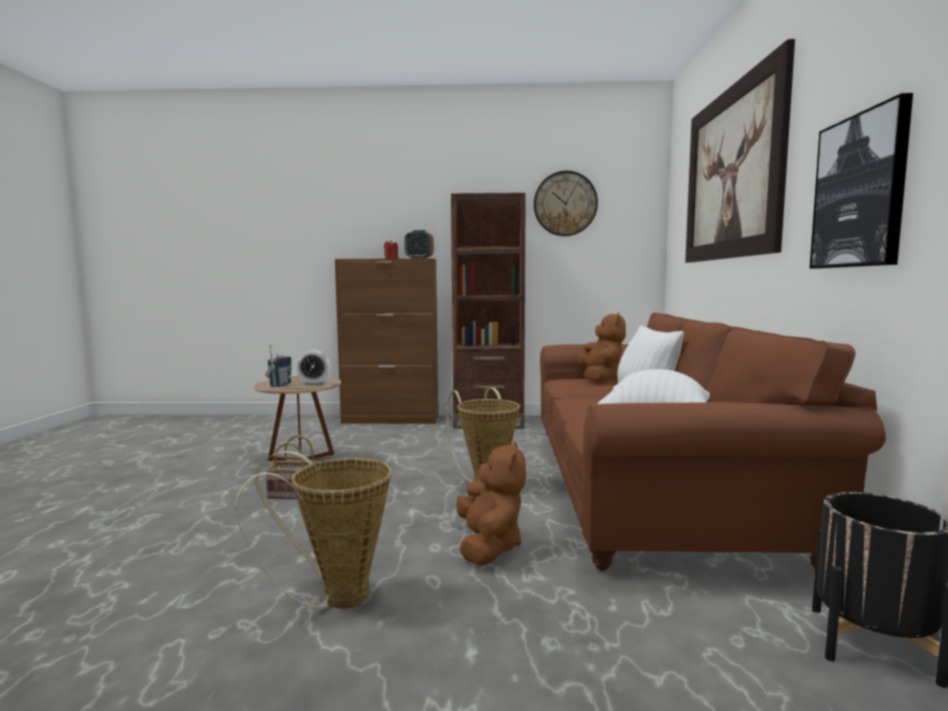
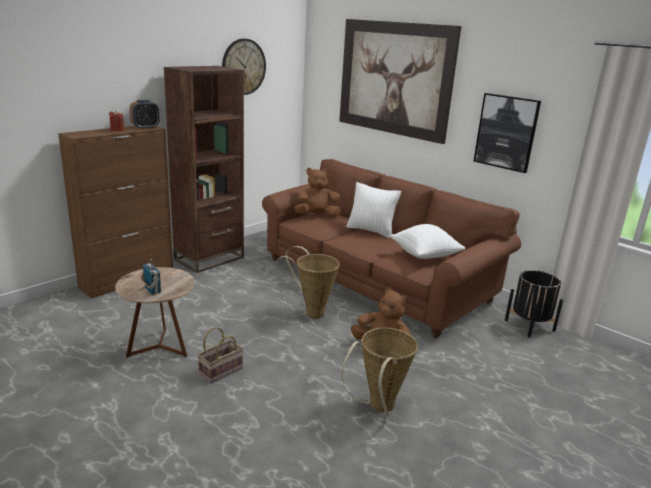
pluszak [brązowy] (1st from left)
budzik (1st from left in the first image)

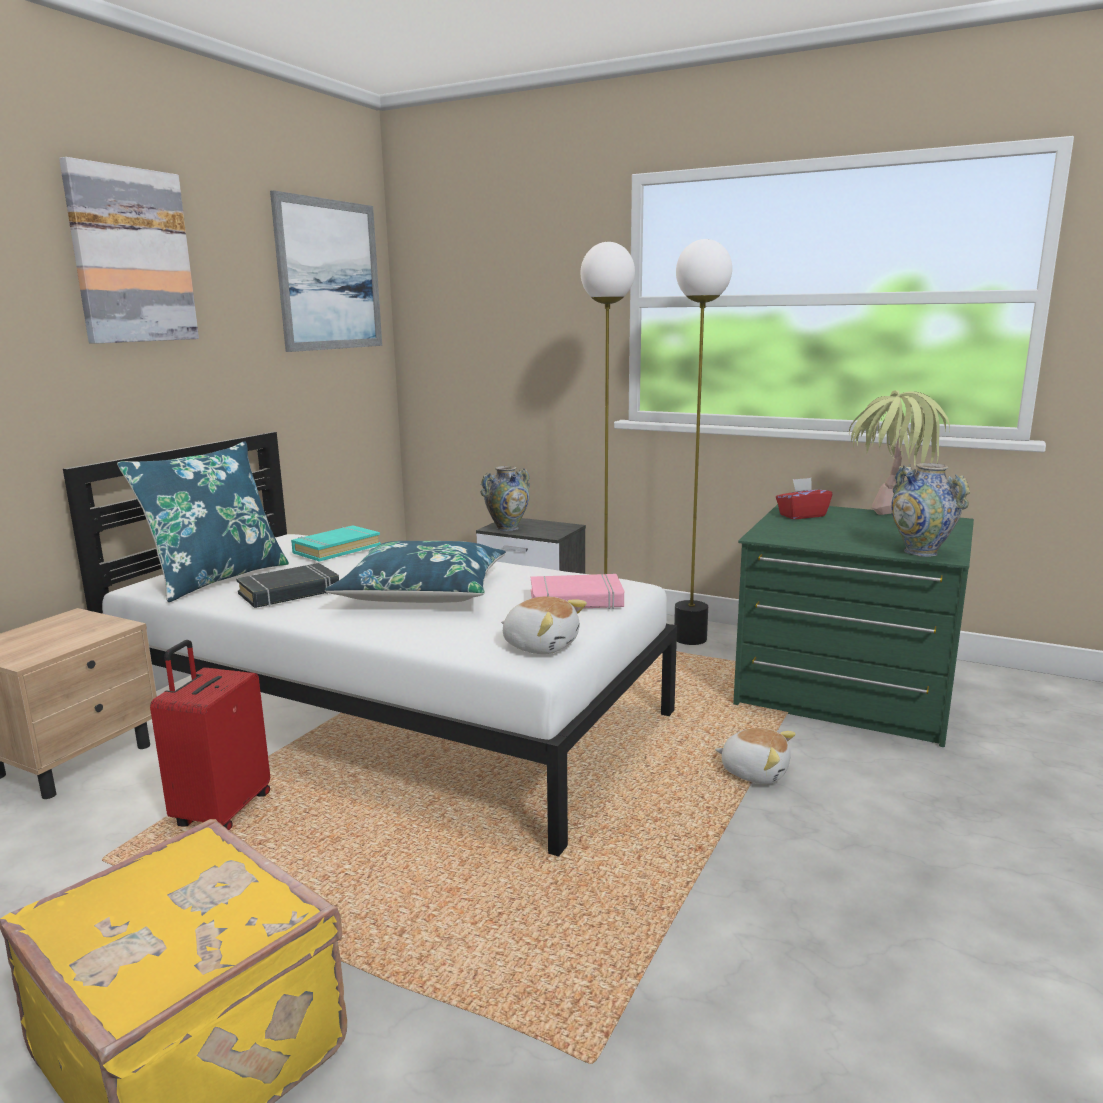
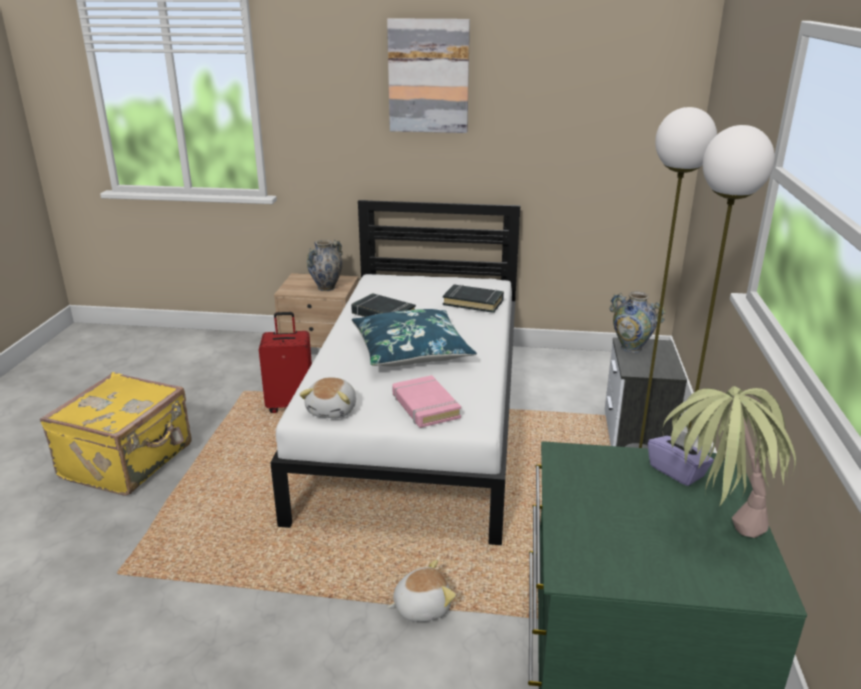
obraz (2nd from left in the first image)
poduszka [niebieski] (1st from left in the first image)
wazon (1st from left)
pudełko chusteczek [fioletowy]
książka [czarny] (2nd from left)
pluszak (2nd from left)

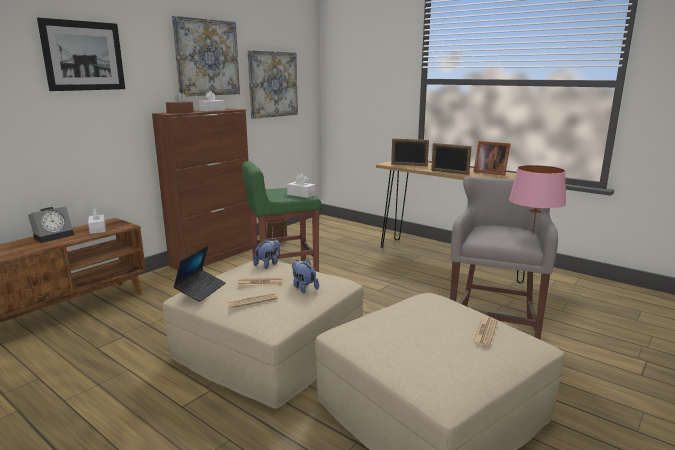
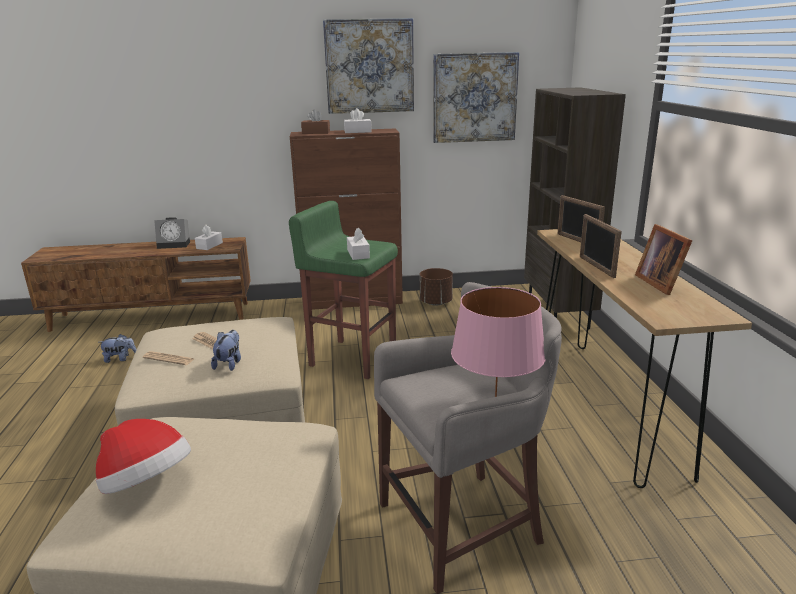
obraz (1st from left in the first image)
pluszak (1st from left)
laptop
gazeta (3rd from left in the first image)
regał [brązowy]
kapelusz

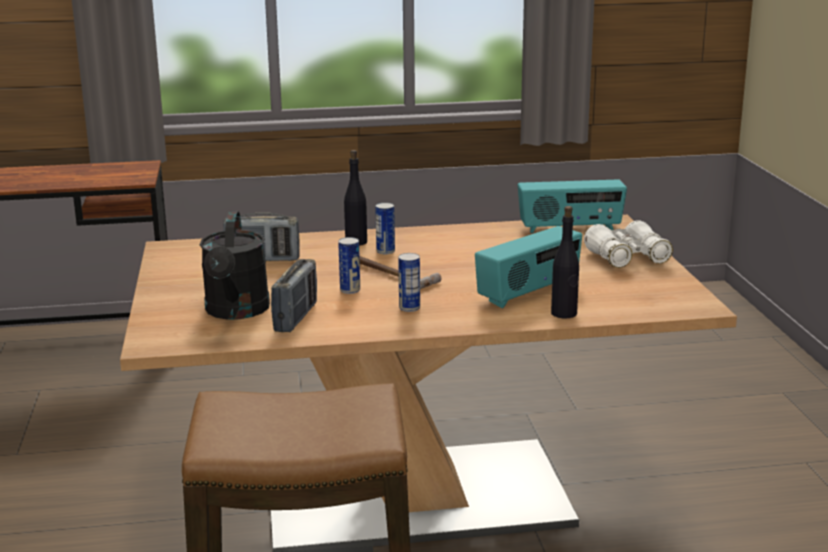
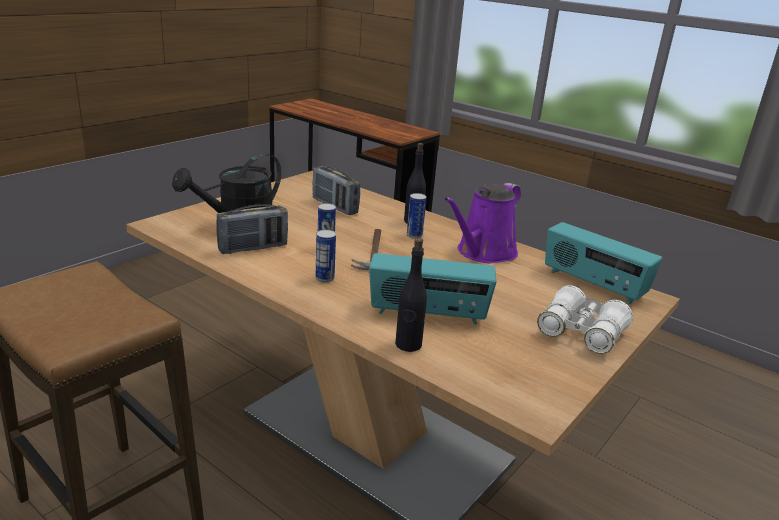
konewka [fioletowy]

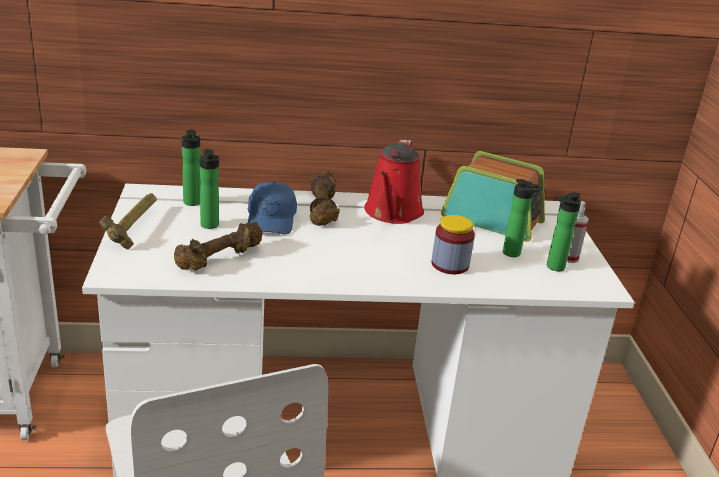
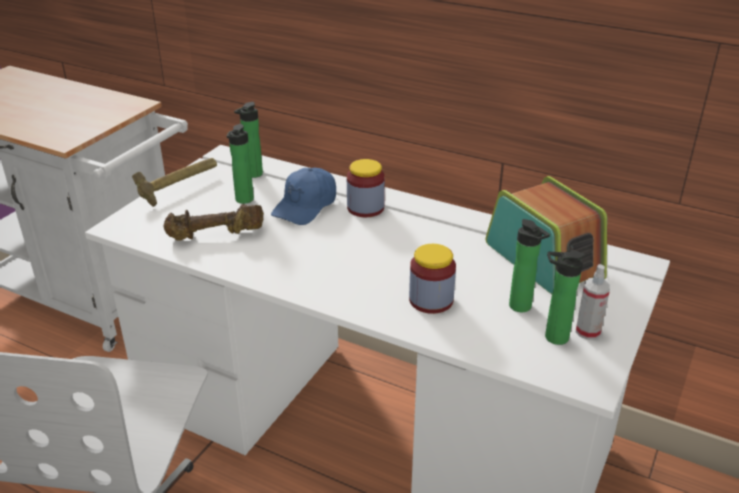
konewka [czerwony]
słoik (1st from left)

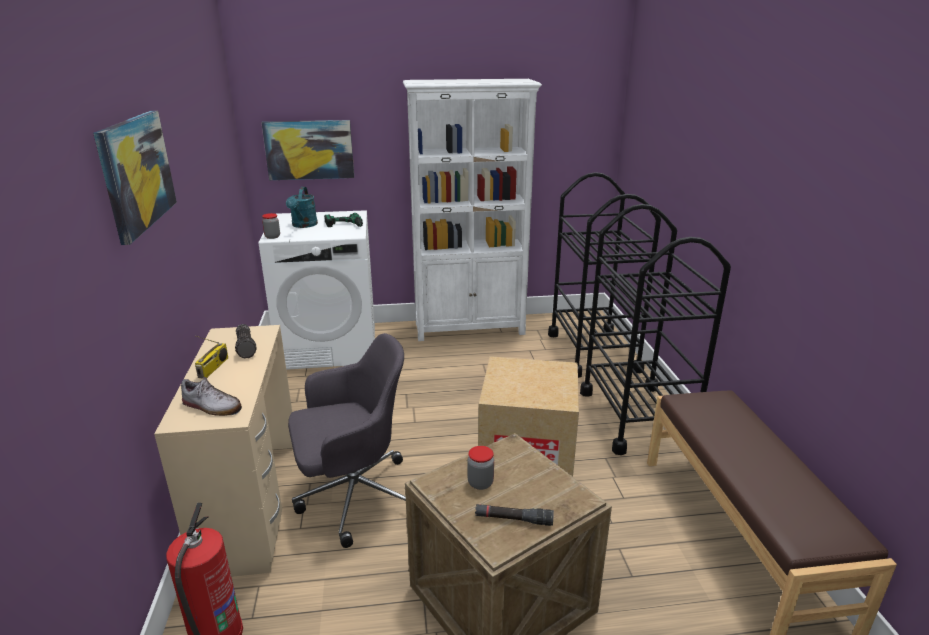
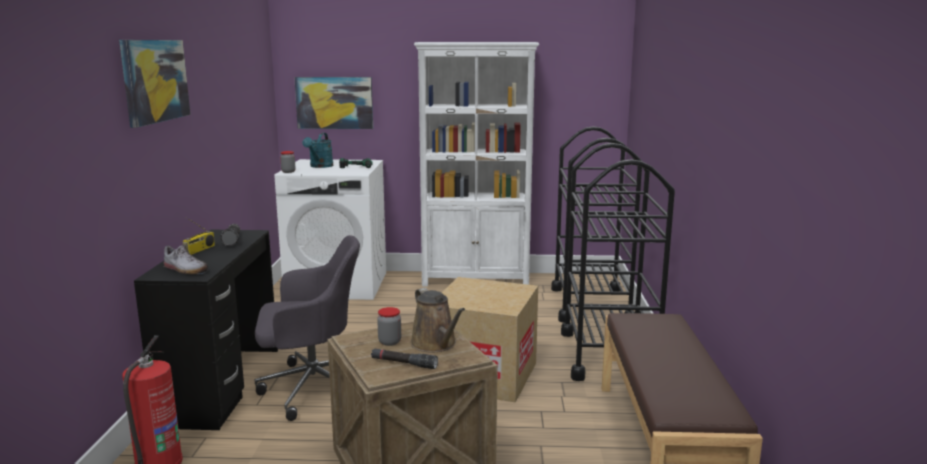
biurko [czarny]
konewka [brązowy]

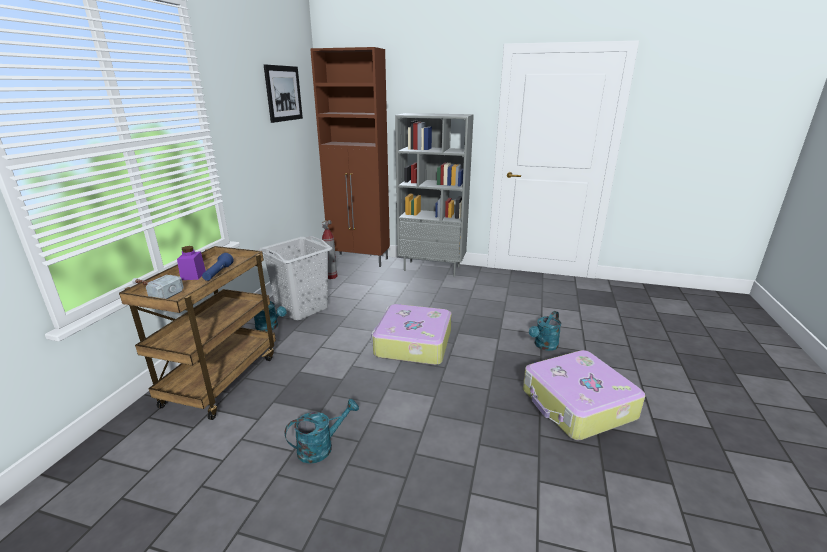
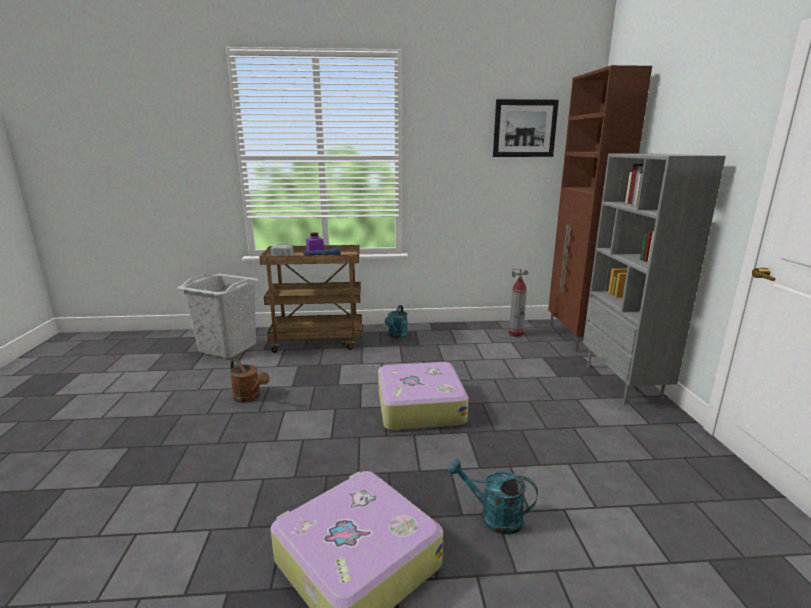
kosz na pranie [szary]
konewka [brązowy]

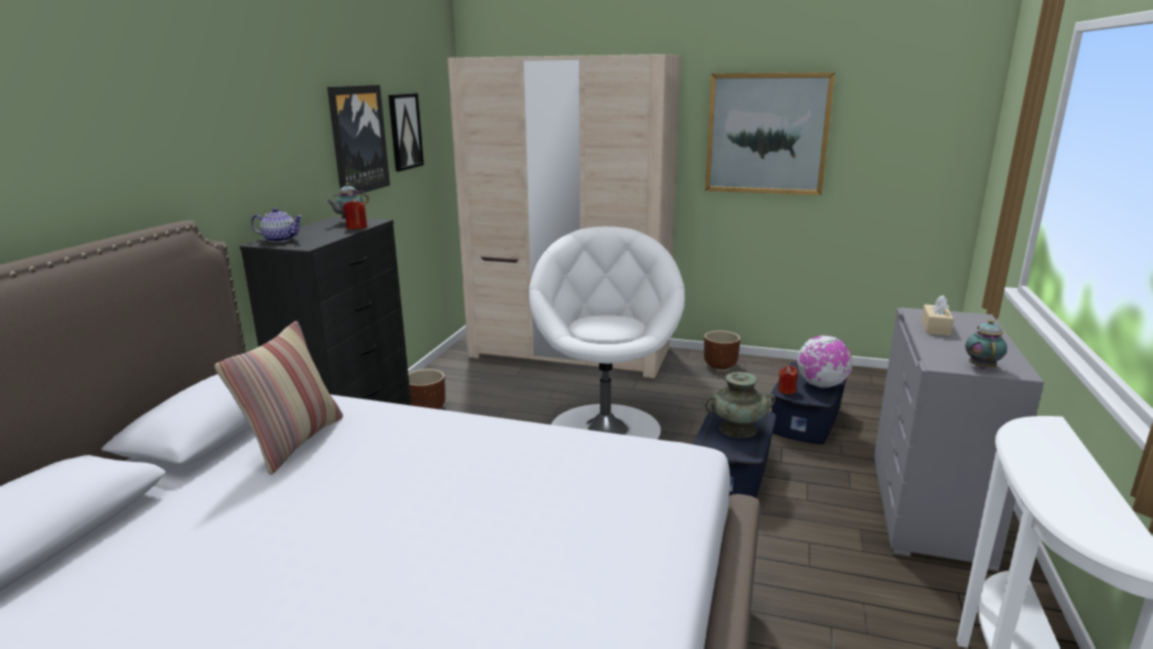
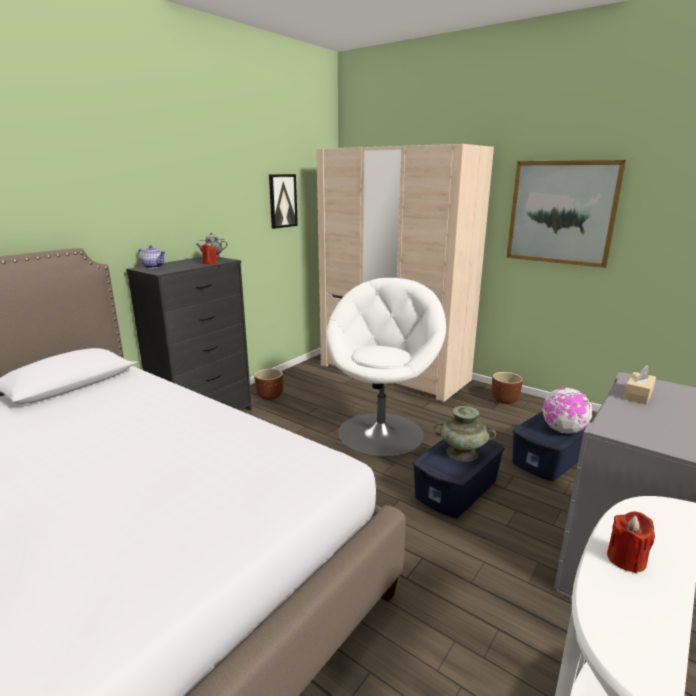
obraz (1st from left in the first image)
imbryk (3rd from left in the first image)
poduszka
świeca [czerwony] (2nd from left)

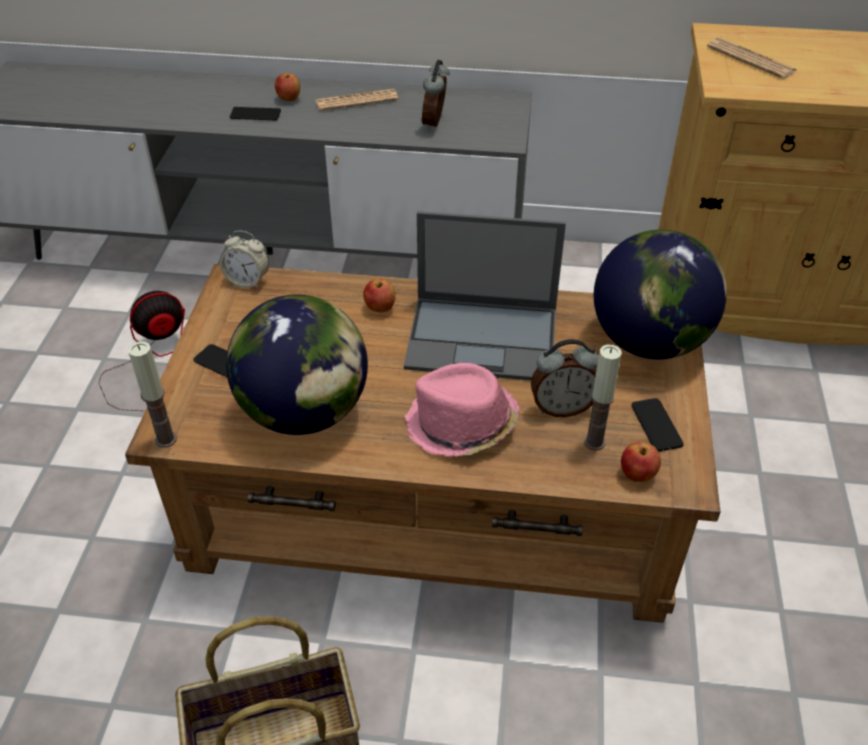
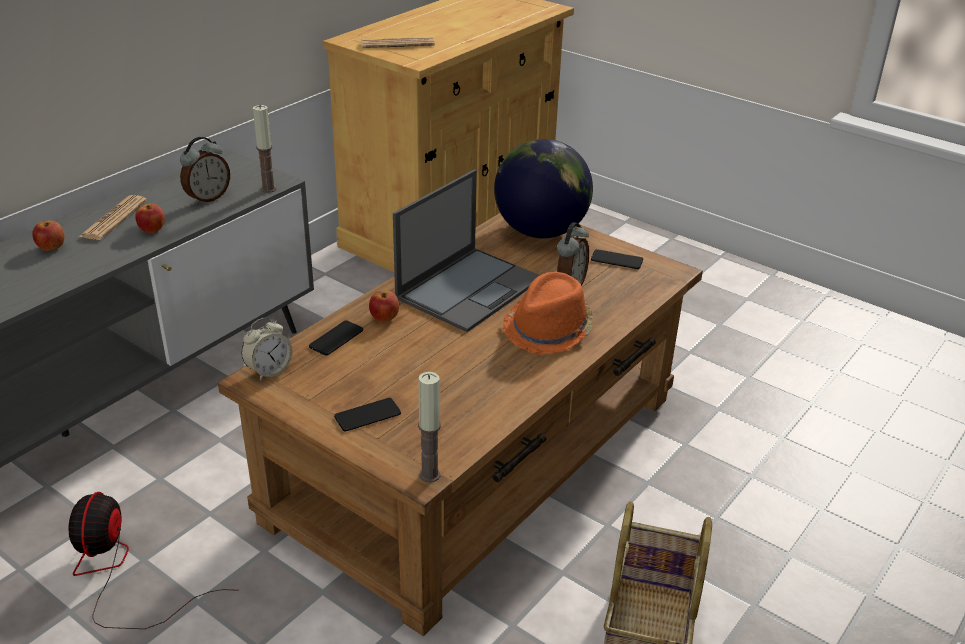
budzik (1st from left)
telefon (1st from left)
globus (1st from left in the first image)
świeca (1st from left)
kapelusz [pomarańczowy]
jabłko (2nd from left)

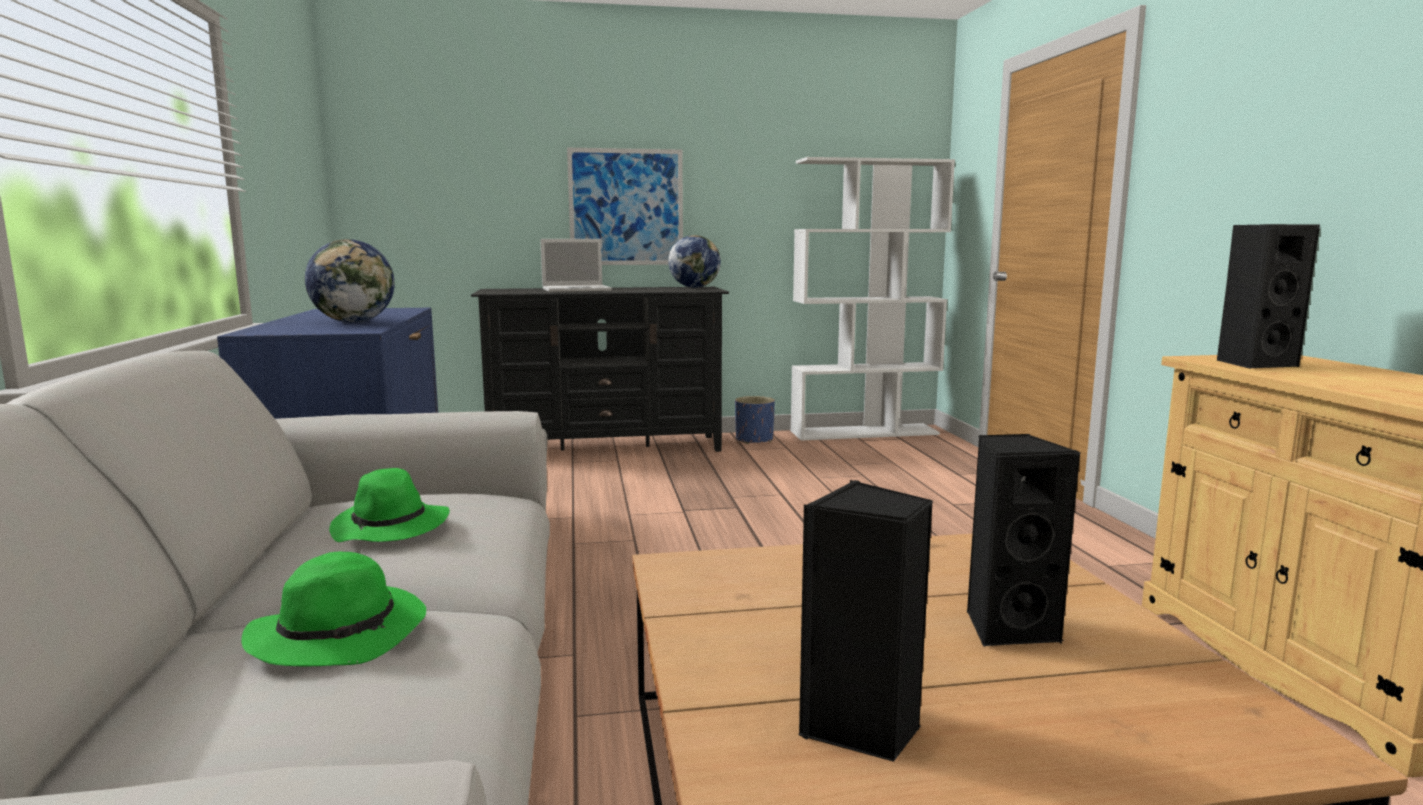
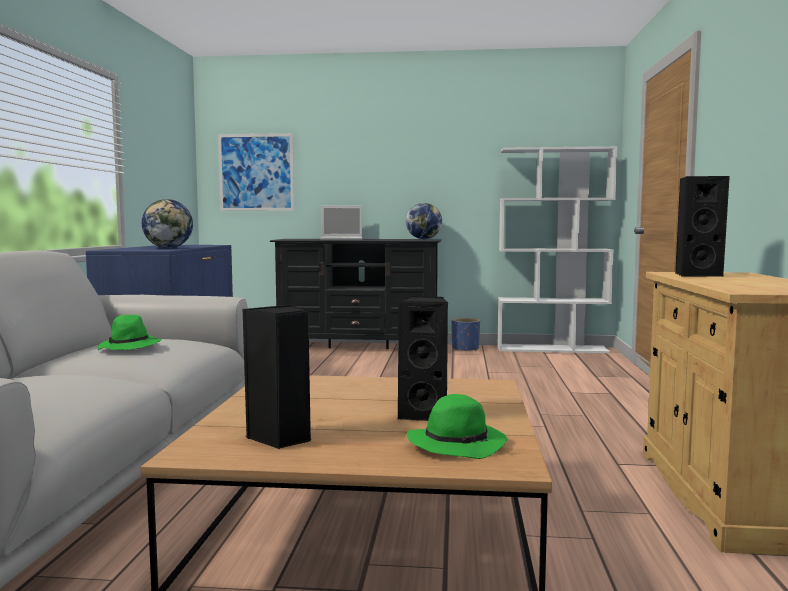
obraz
kapelusz [zielony] (2nd from left)

